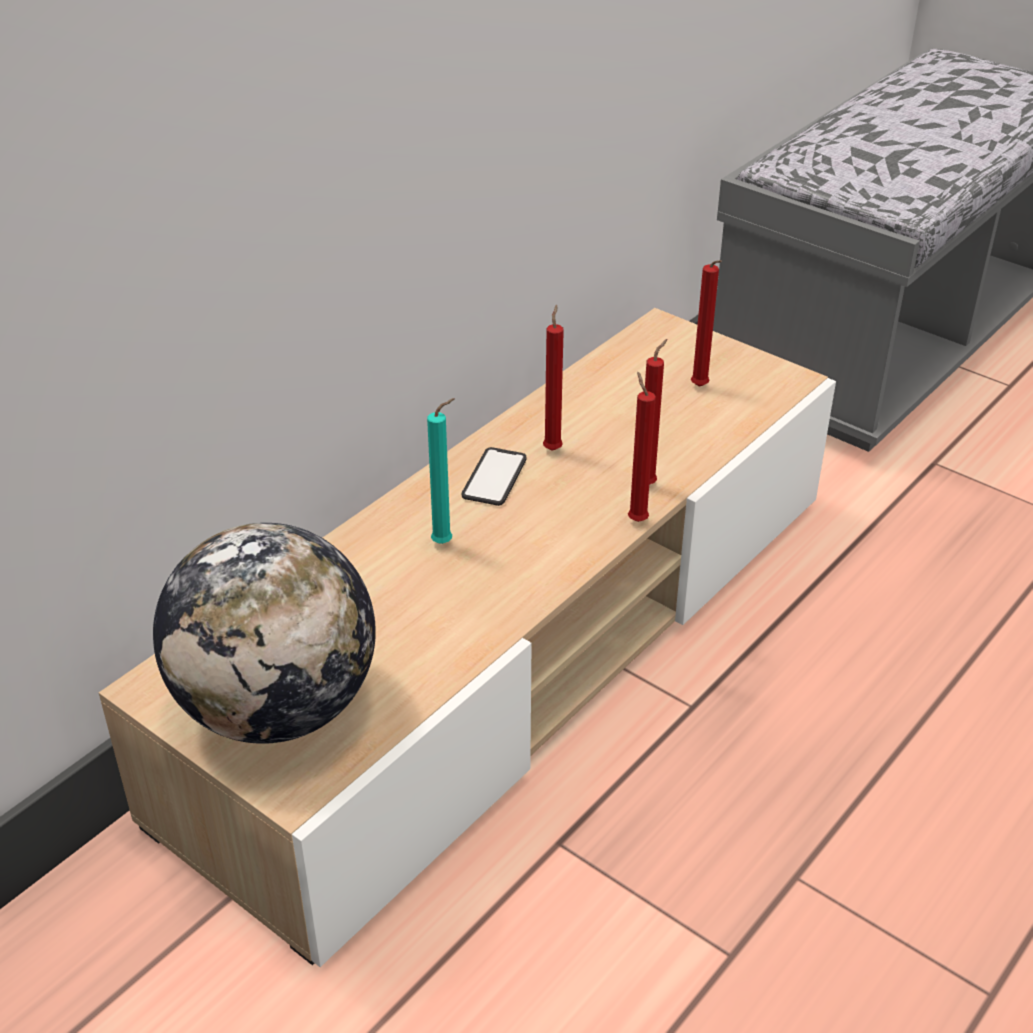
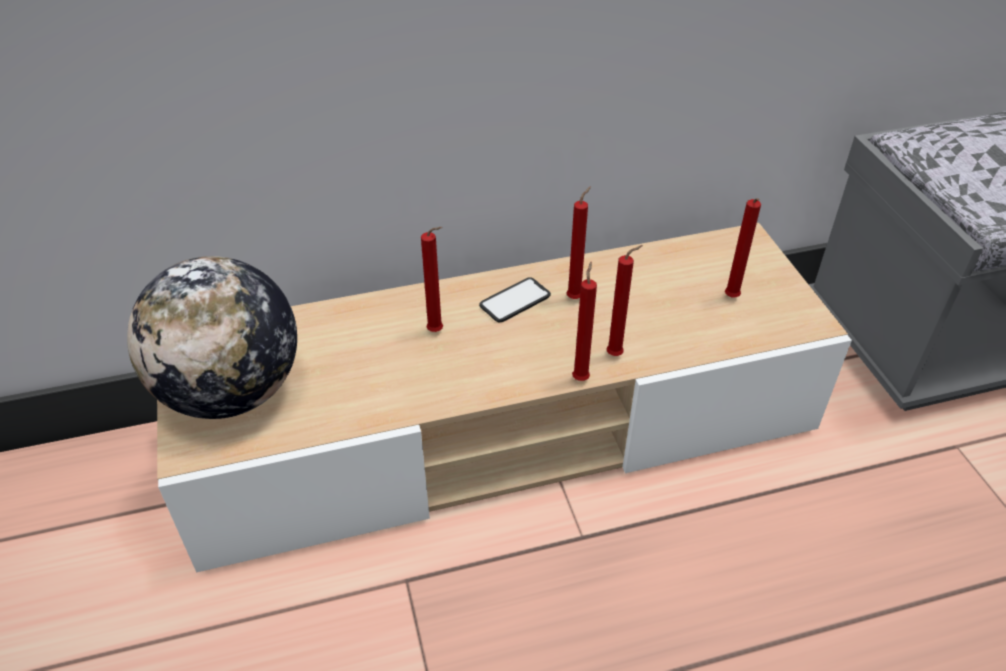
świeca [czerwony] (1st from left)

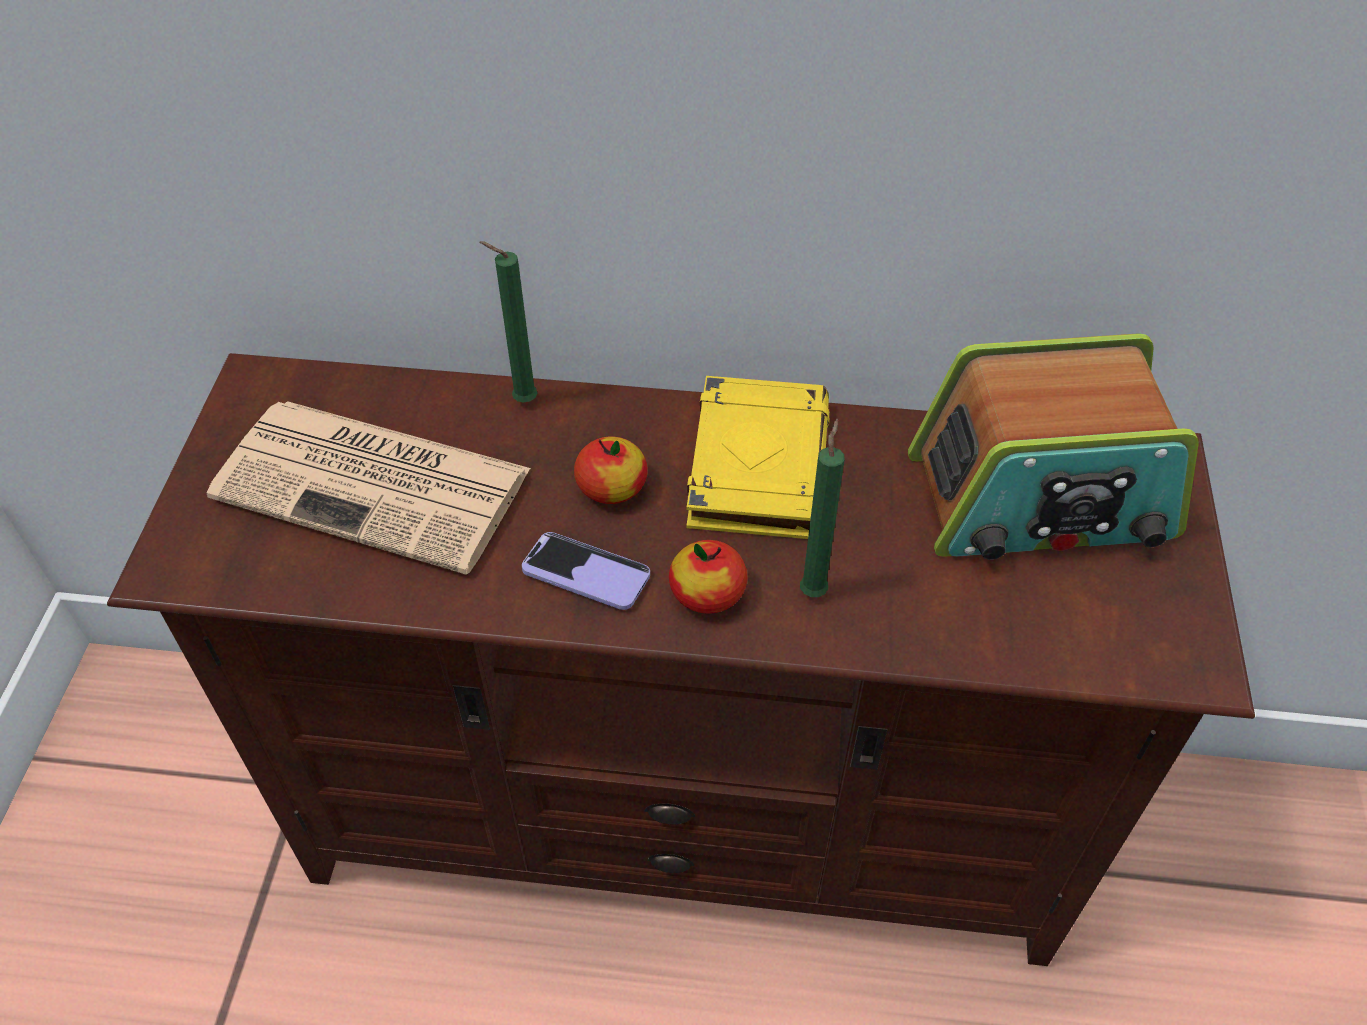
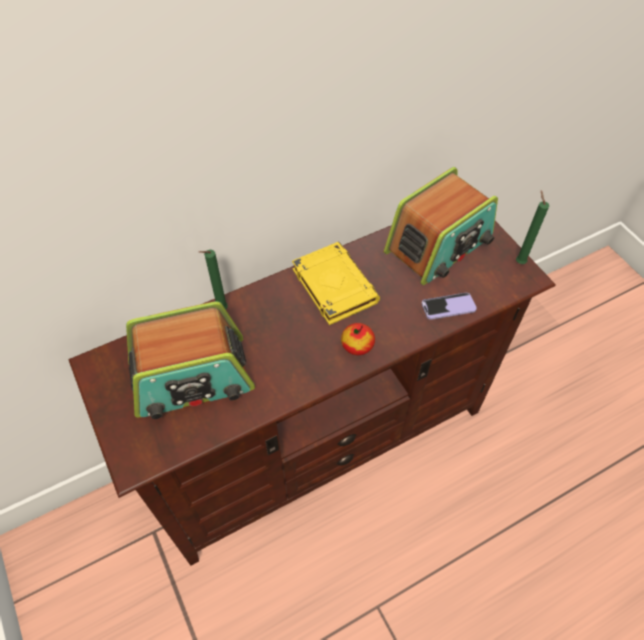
radio (1st from left)
świeca [zielony] (2nd from left)
jabłko (1st from left in the first image)
telefon

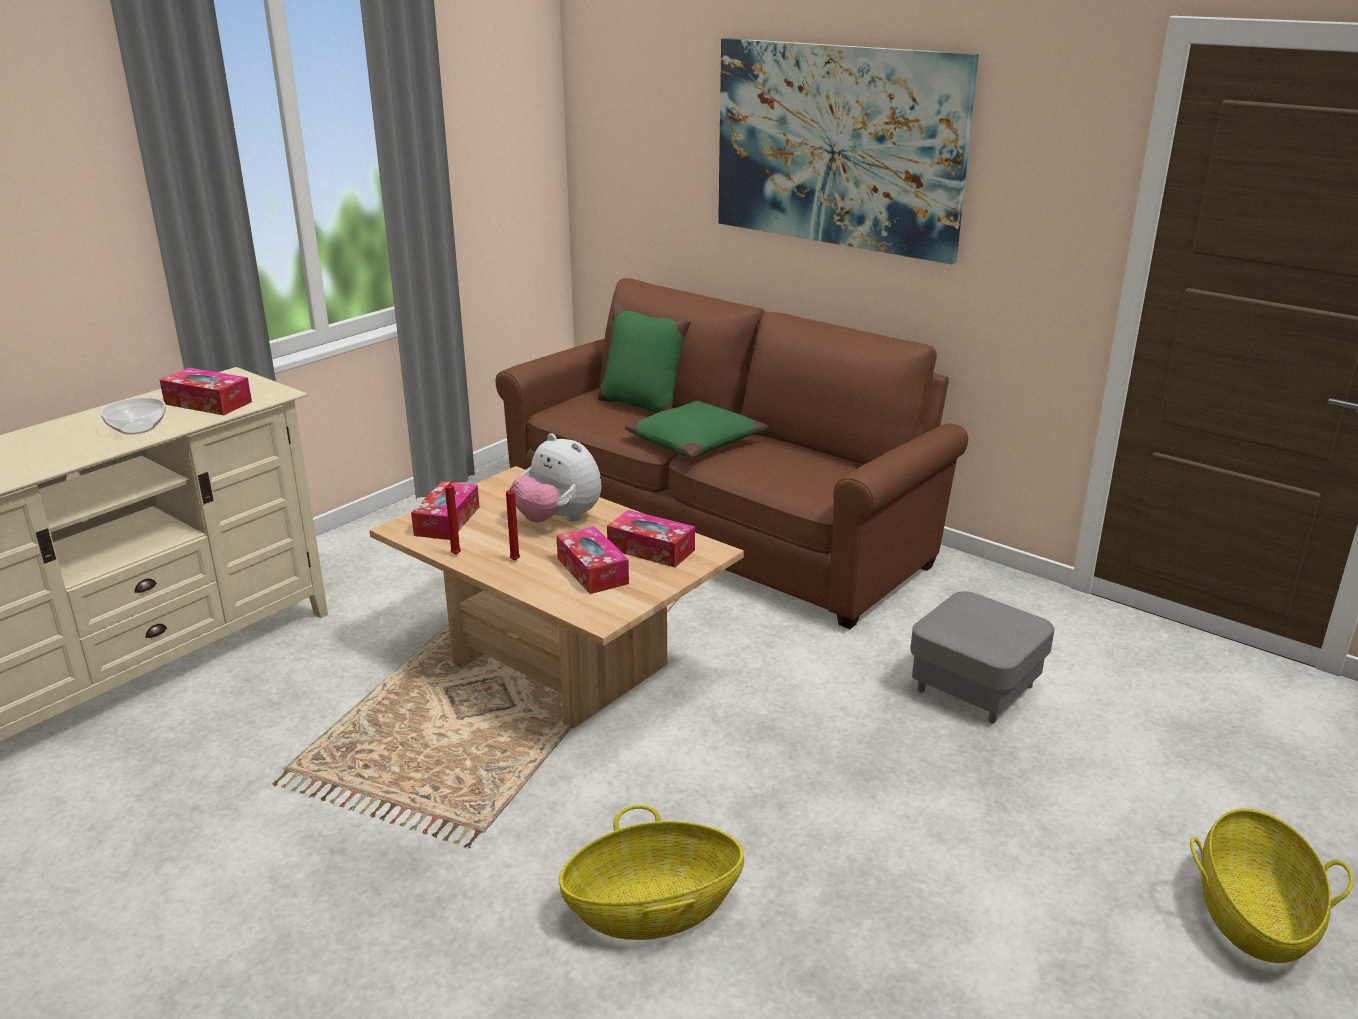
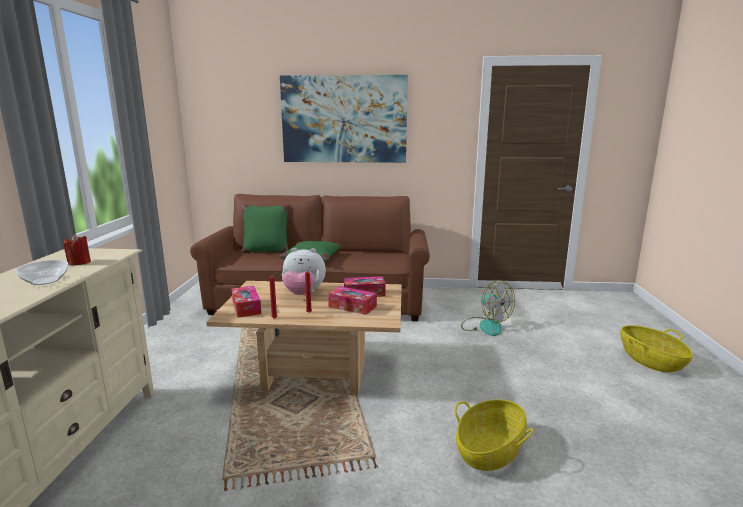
świeca [czerwony] (1st from left)
wentylator

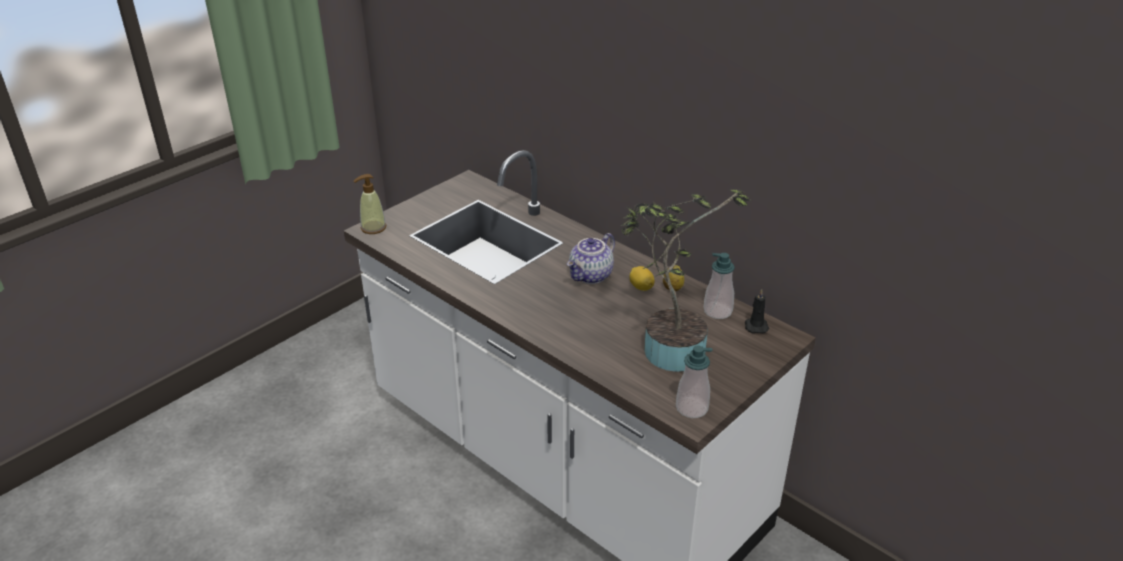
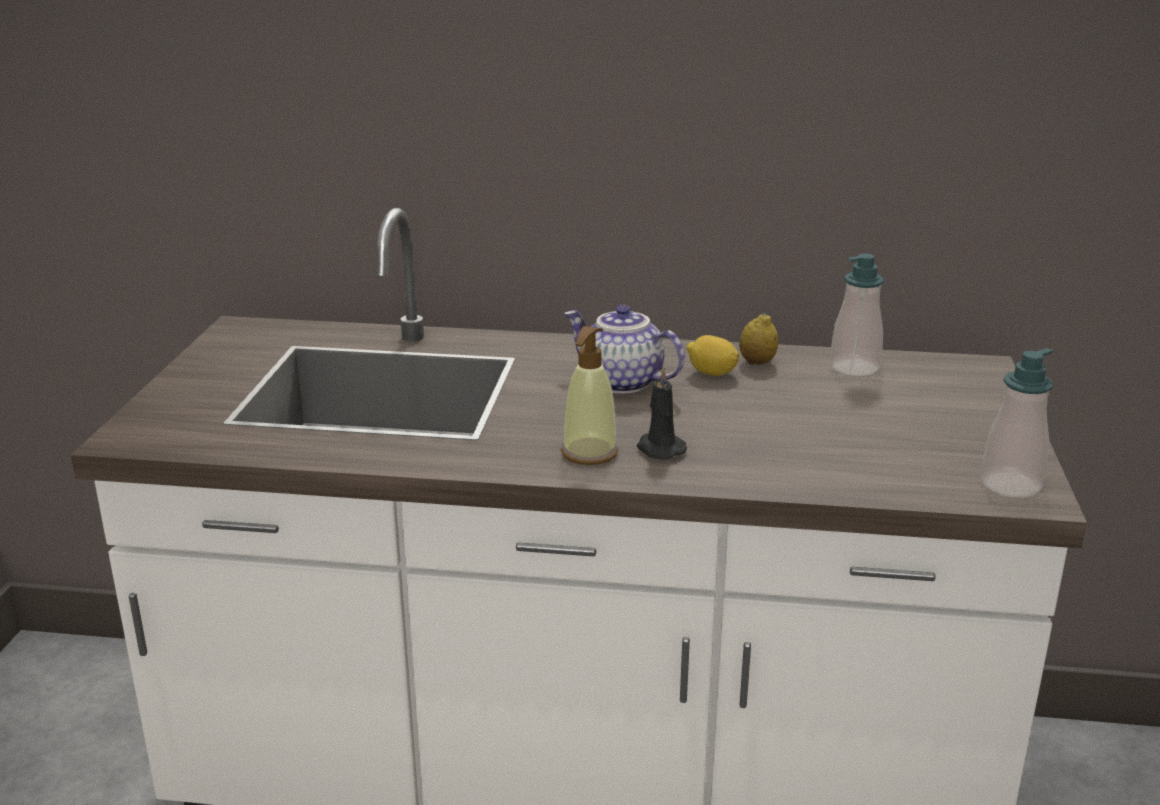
dozownik mydła (1st from left)
roślina doniczkowa
imbryk
świeca [czarny]

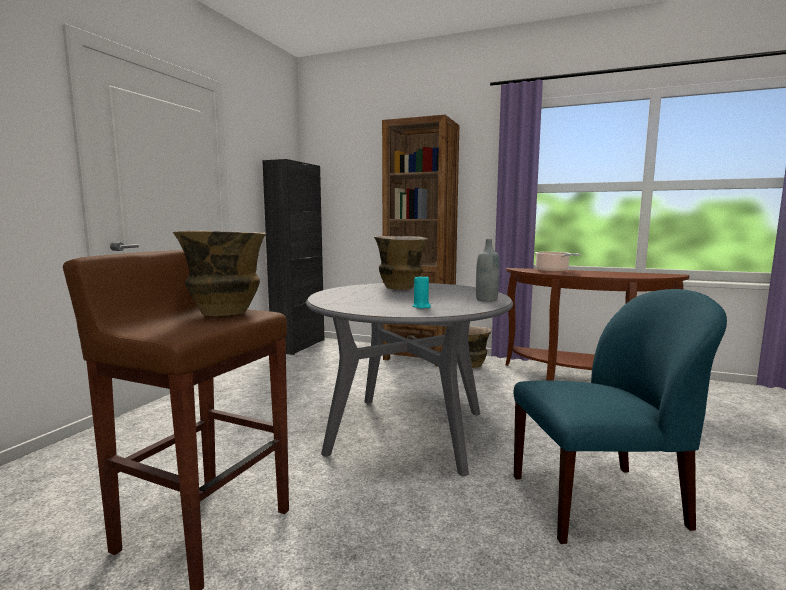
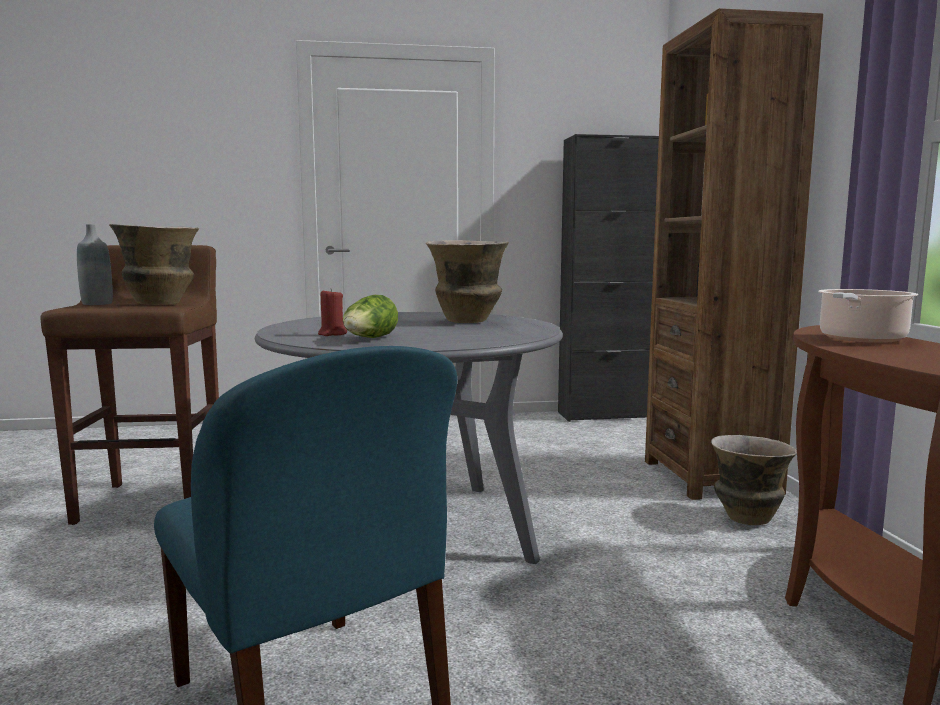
butelka [szary]
świeca [czerwony]
sałata

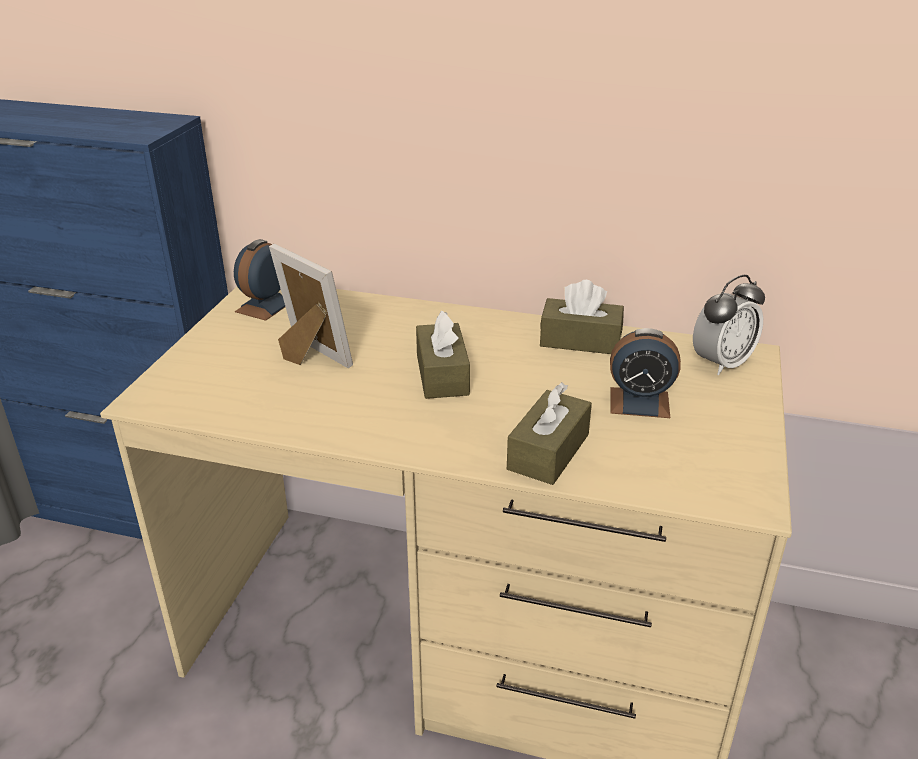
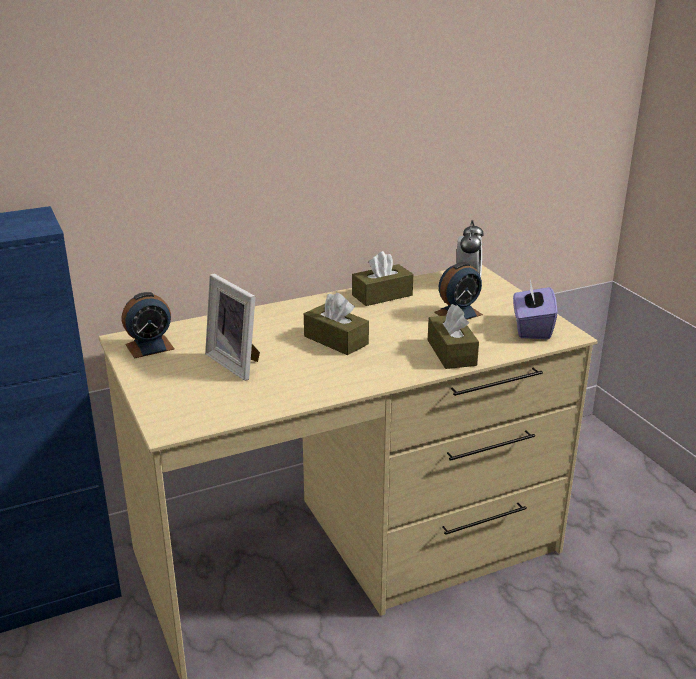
budzik (1st from left)
ramka na zdjęcie
pudełko chusteczek [fioletowy]

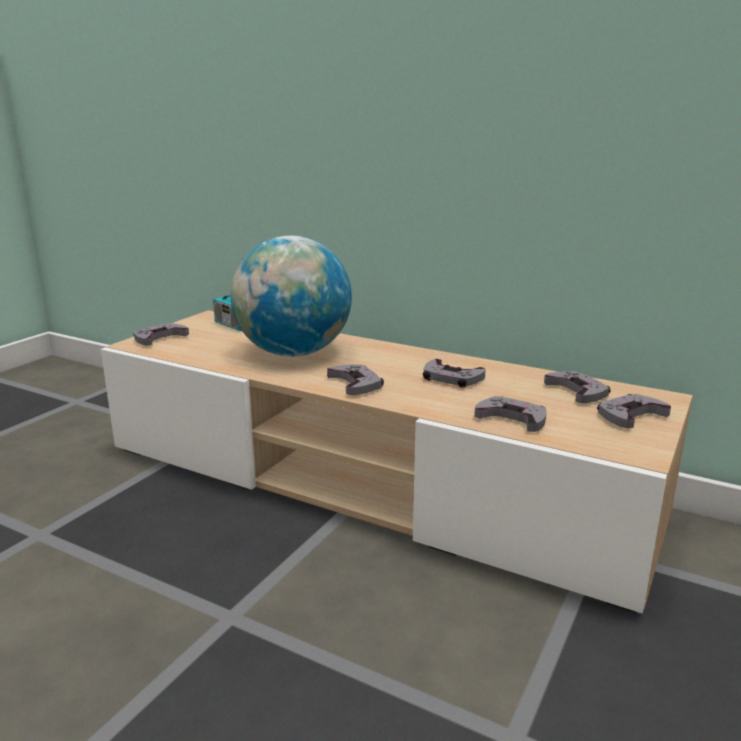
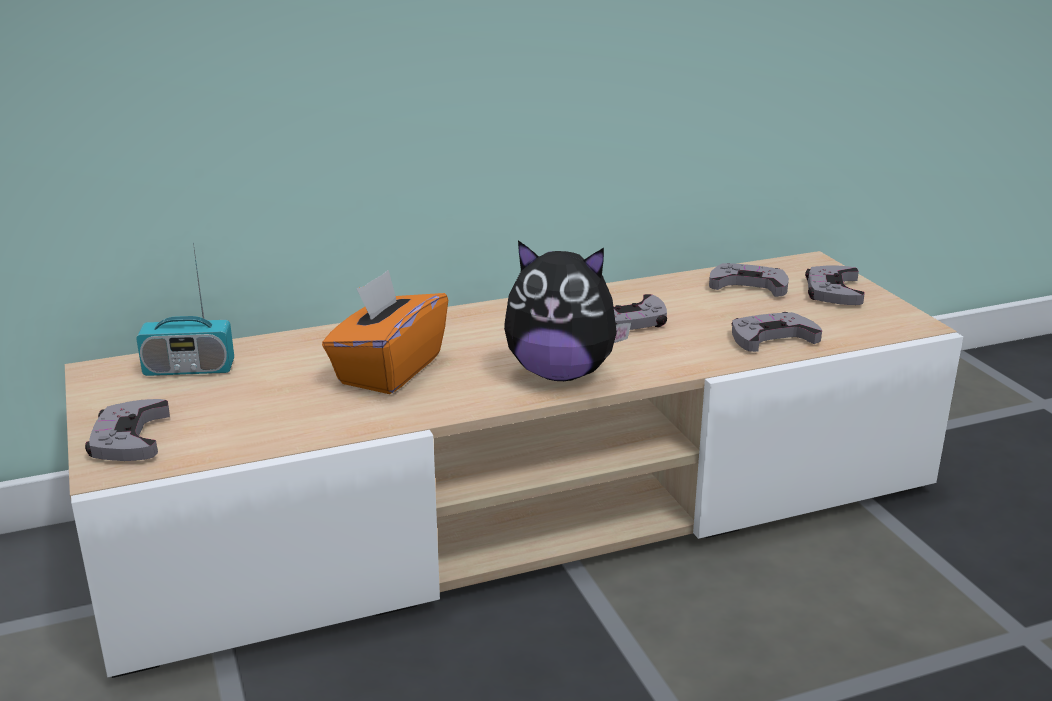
pudełko chusteczek [pomarańczowy]
pluszak

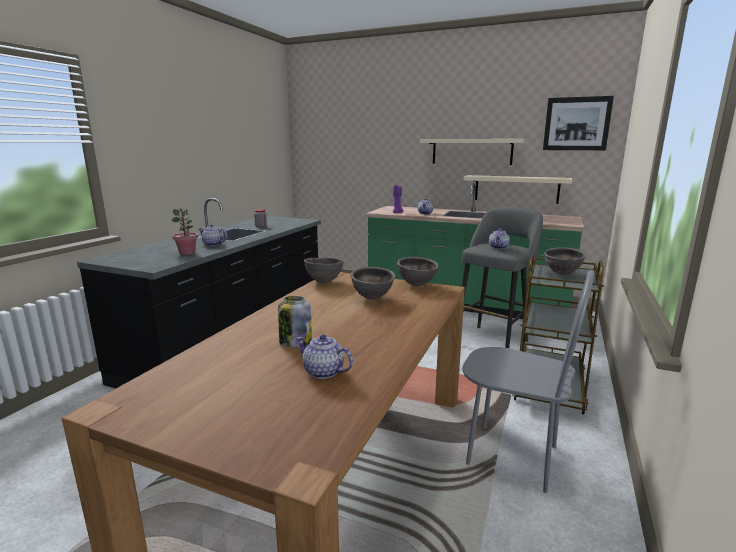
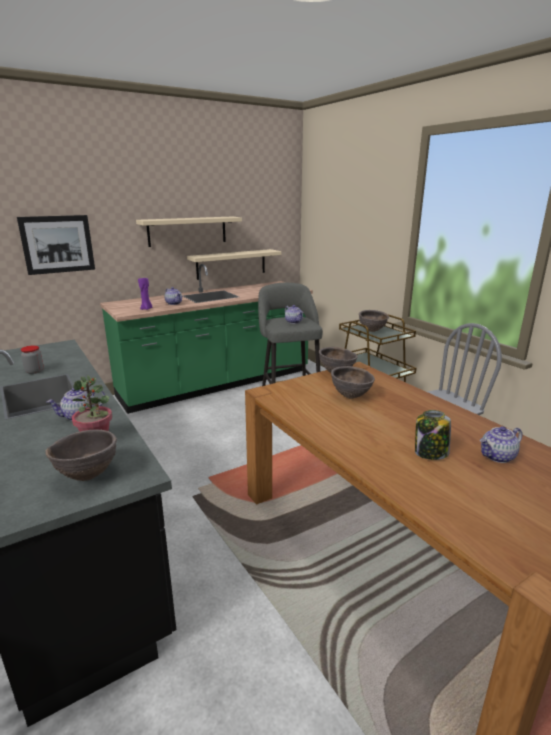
obraz
miska [brązowy] (1st from left)

